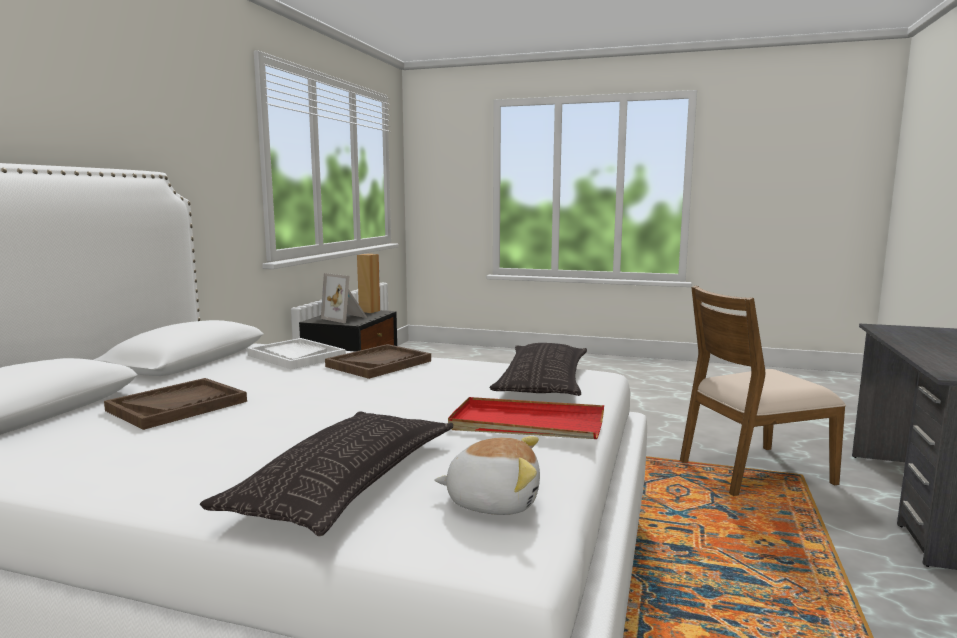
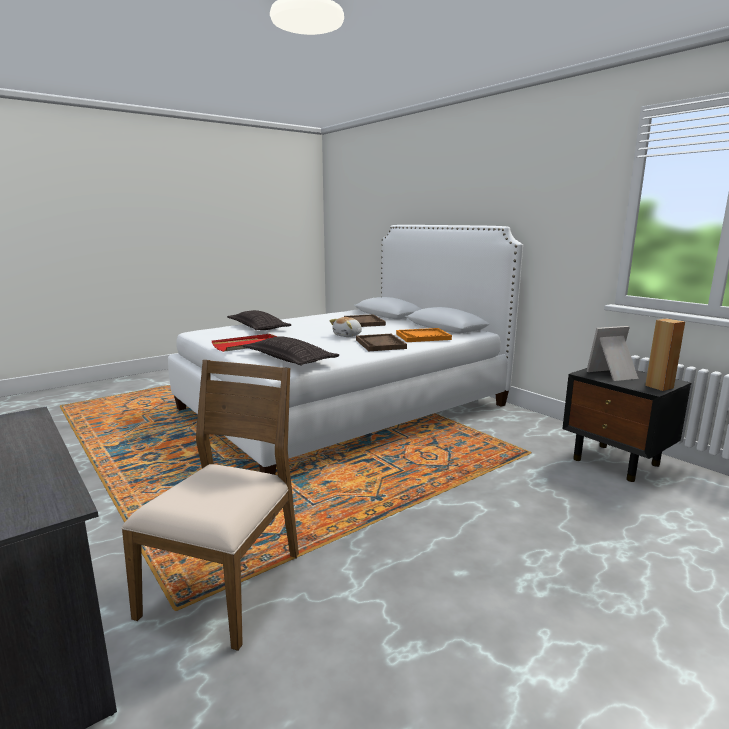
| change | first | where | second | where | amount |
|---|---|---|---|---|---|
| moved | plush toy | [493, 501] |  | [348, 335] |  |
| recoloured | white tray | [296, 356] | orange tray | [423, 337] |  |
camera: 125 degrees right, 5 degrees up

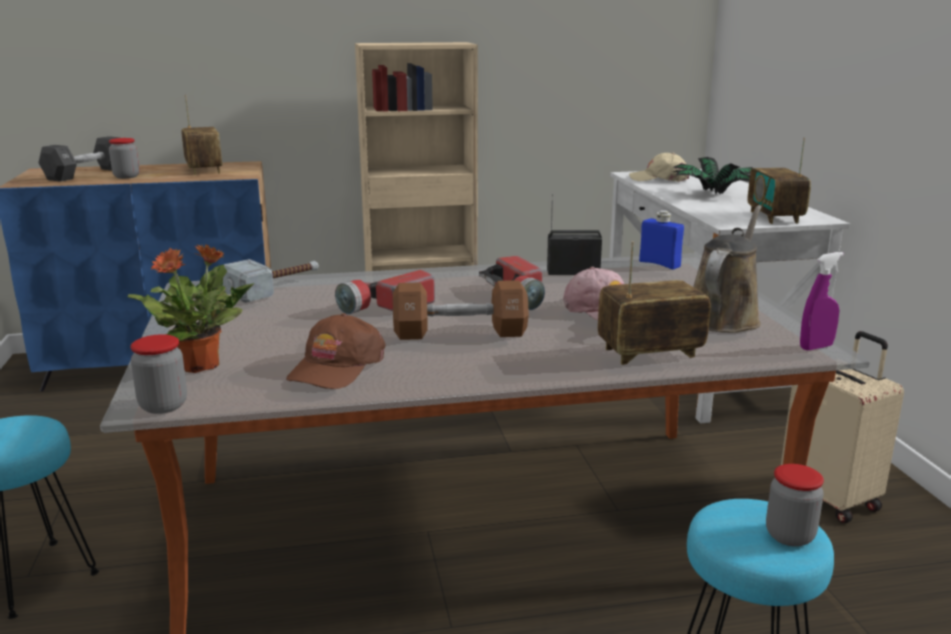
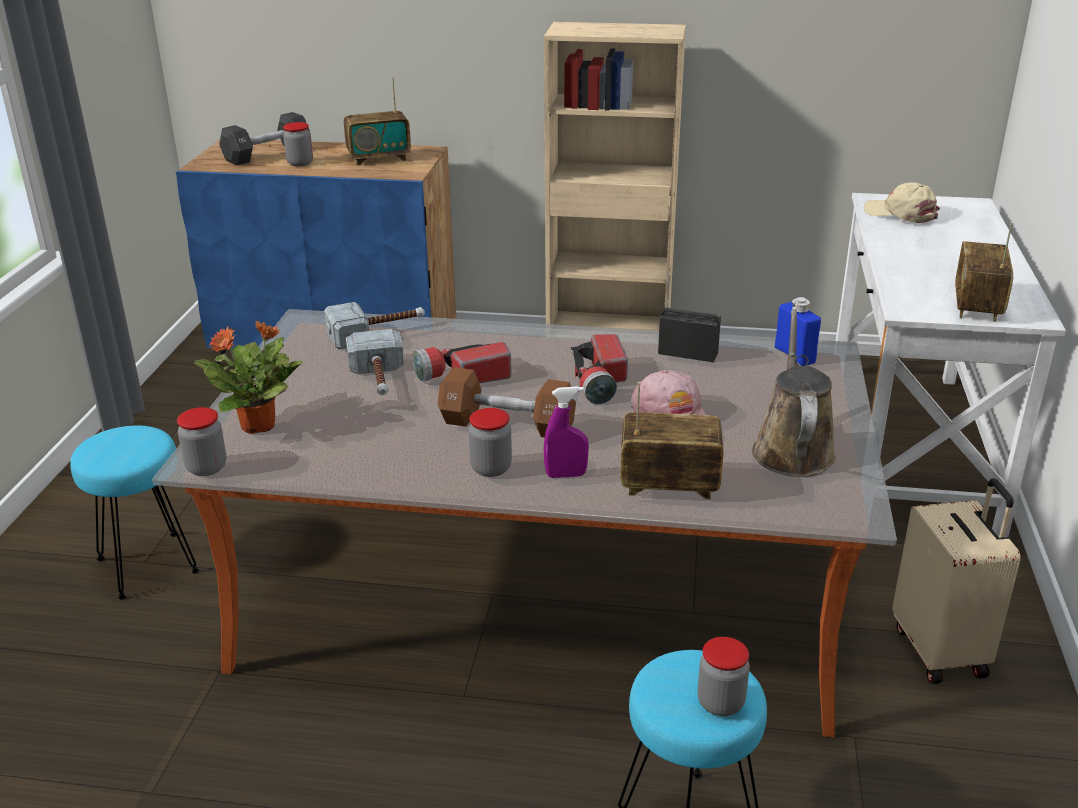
| change | first | where | second | where | amount |
|---|---|---|---|---|---|
| turned | radio | [203, 170] |  | [379, 158] | 75 degrees clockwise |
| added |  |  | hammer | [379, 380] |  |
| added |  |  | jar | [491, 468] |  |
| moved | purple spray bottle | [816, 347] |  | [566, 475] |  |
| turned | brown watering can | [723, 317] |  | [792, 449] | 45 degrees counterclockwise |
| removed | brown cap | [336, 367] |  |  |  |
| removed | potted plant | [712, 194] |  |  |  |
camera: 20 degrees right, 10 degrees up

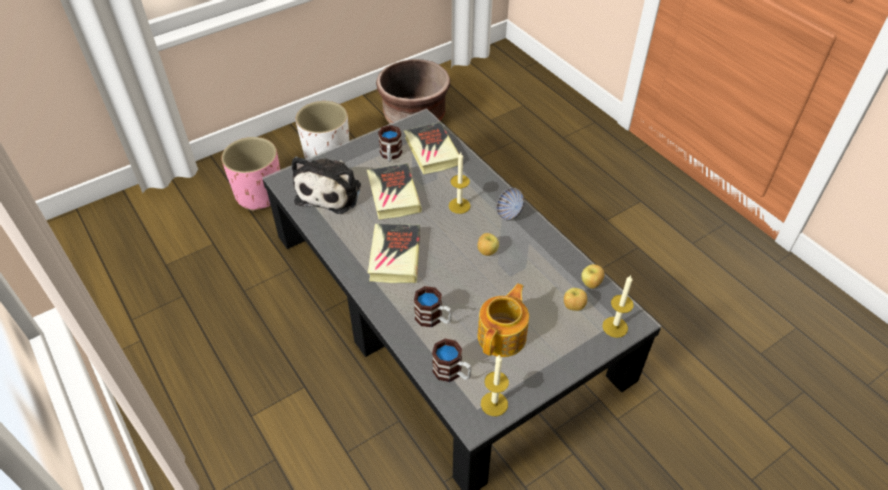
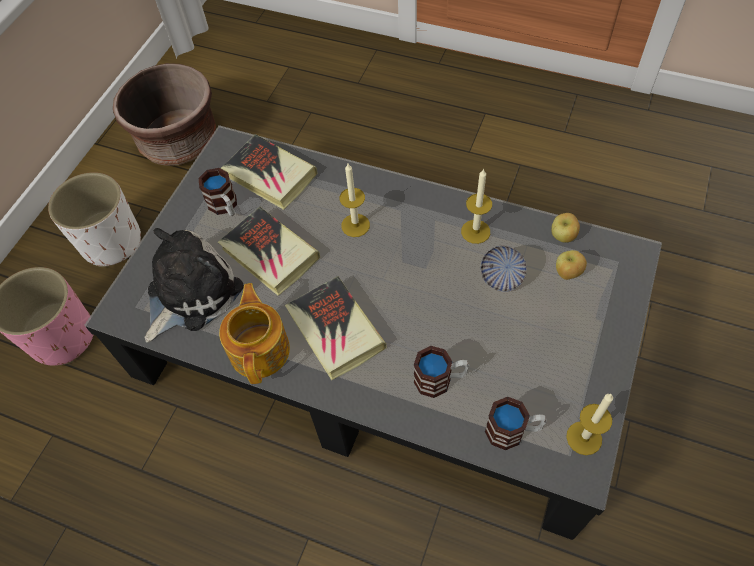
| change | first | where | second | where | amount |
|---|---|---|---|---|---|
| turned | plush toy | [331, 191] |  | [190, 293] | 120 degrees counterclockwise |
| moved | teapot | [503, 336] |  | [260, 349] |  |
| moved | candle | [615, 327] |  | [475, 231] |  |
| moved | bowl | [509, 213] |  | [501, 278] |  |
| removed | apple | [487, 252] |  |  |  |
camera: 30 degrees left, 10 degrees up

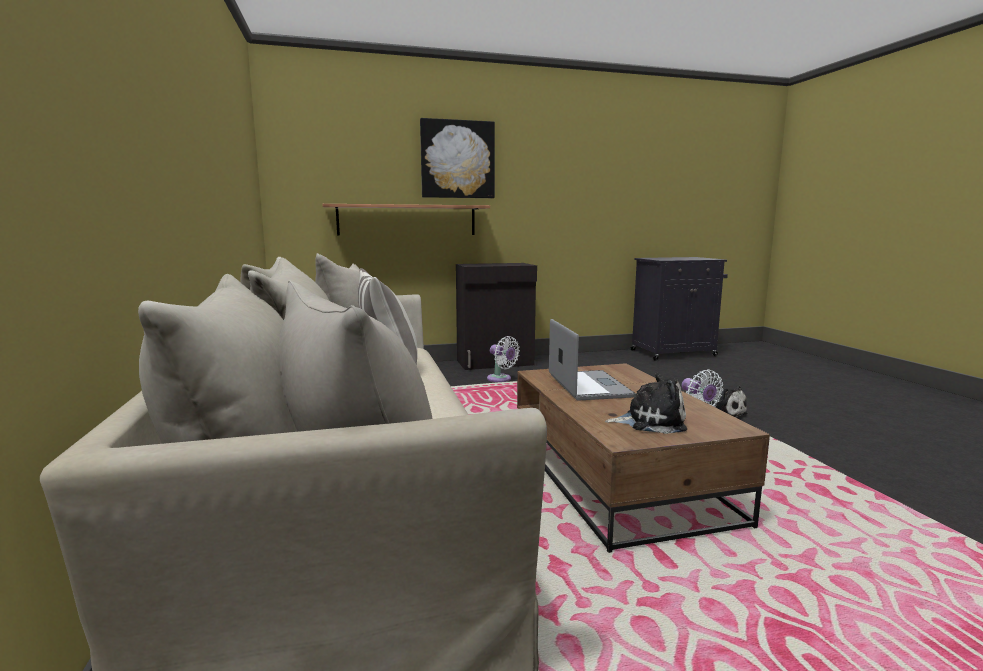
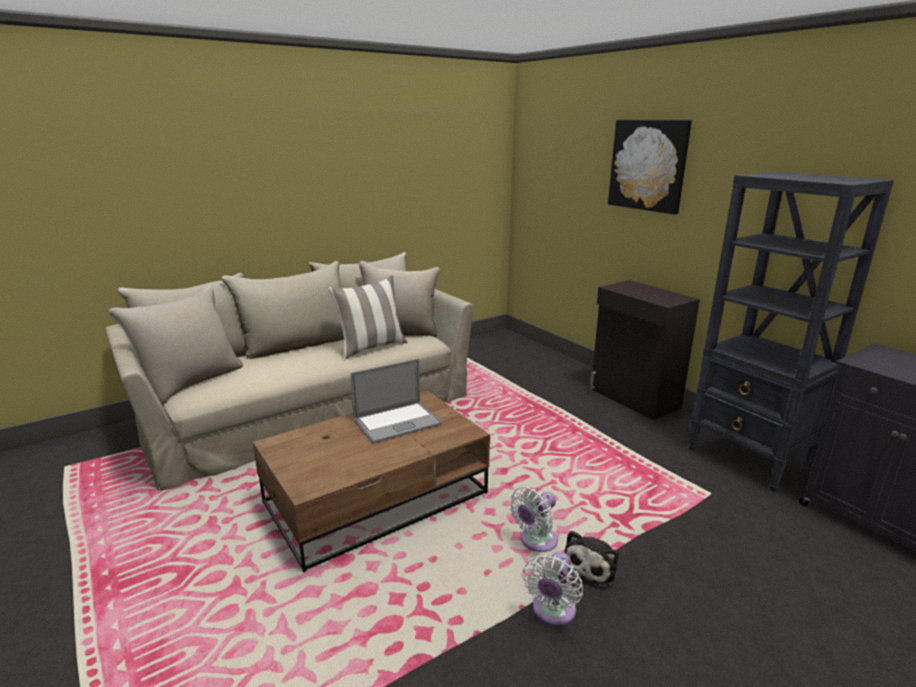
| change | first | where | second | where | amount |
|---|---|---|---|---|---|
| moved | white fan | [501, 379] |  | [552, 612] |  |
| added |  |  | black bookcase | [749, 459] |  |
| removed | shelf | [407, 220] |  |  |  |
| removed | plush toy | [650, 421] |  |  |  |
camera: 70 degrees right, 10 degrees up

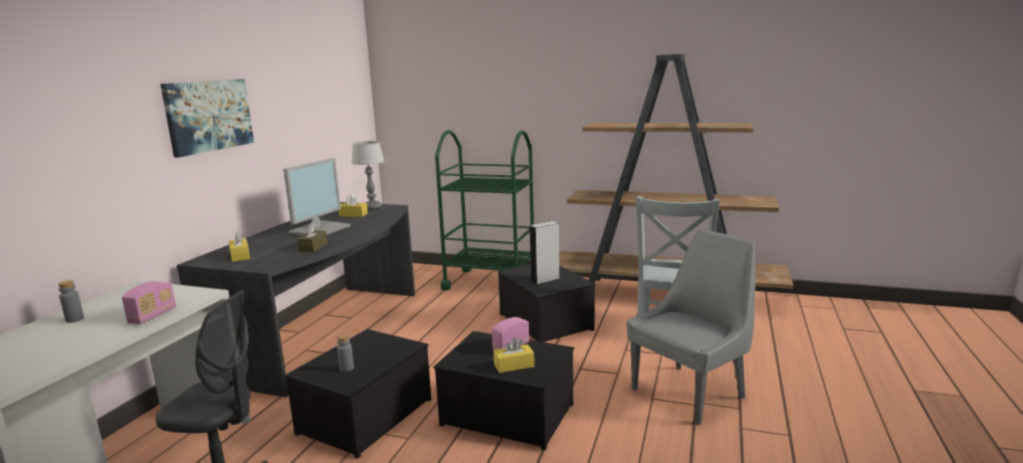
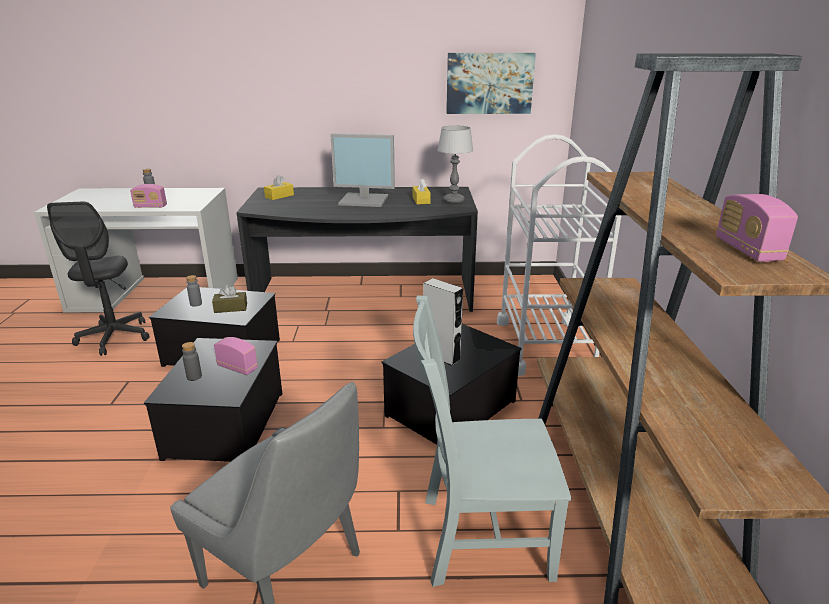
| change | first | where | second | where | amount |
|---|---|---|---|---|---|
| replaced | yellow tissue box | [514, 365] | grey bottle | [194, 377] |  |
| moved | brown tissue box | [313, 247] |  | [231, 308] |  |
| moved | picture | [209, 115] |  | [489, 83] |  |
| recoloured | green cart | [490, 282] | white cart | [545, 346] |  |
| added |  |  | radio | [747, 250] |  |
camera: 70 degrees right, 10 degrees up

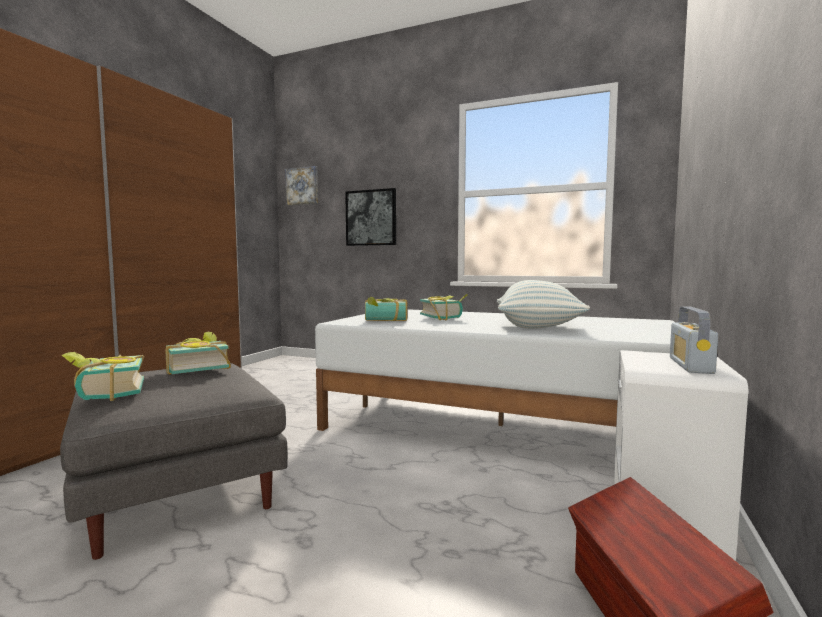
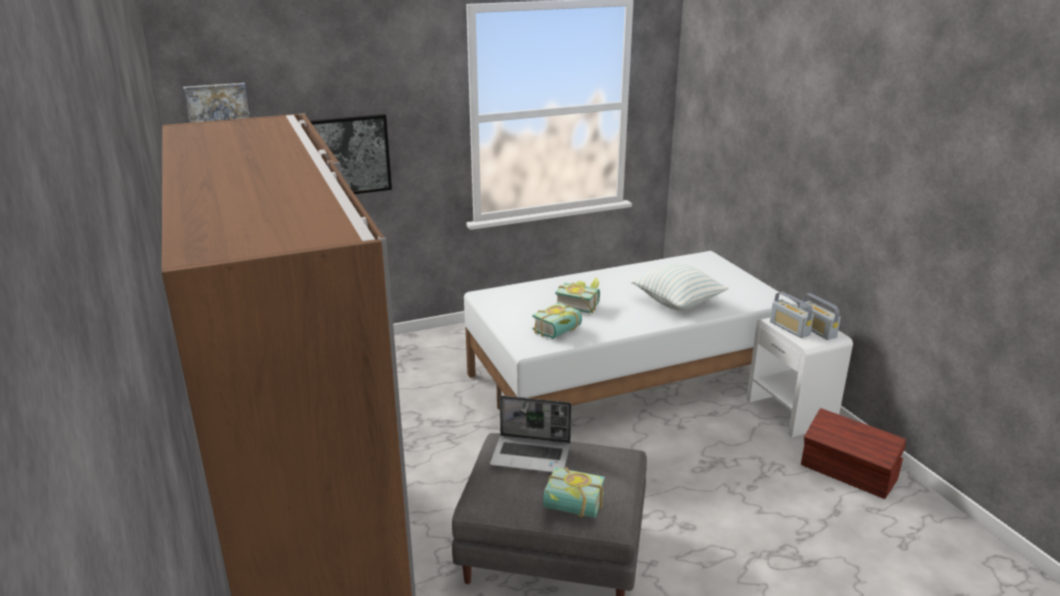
| change | first | where | second | where | amount |
|---|---|---|---|---|---|
| replaced | book | [197, 369] | laptop | [532, 455] |  |
| added |  |  | radio | [789, 328] |  |
camera: 45 degrees left, 20 degrees up

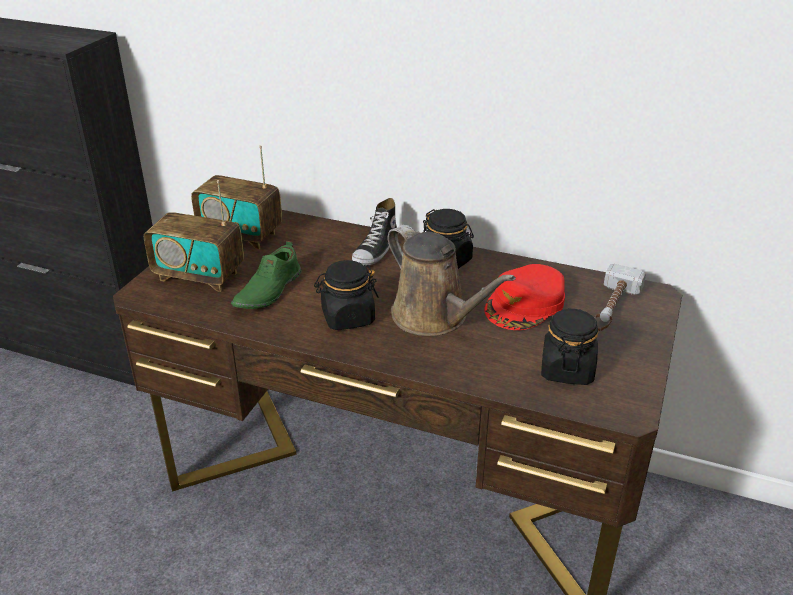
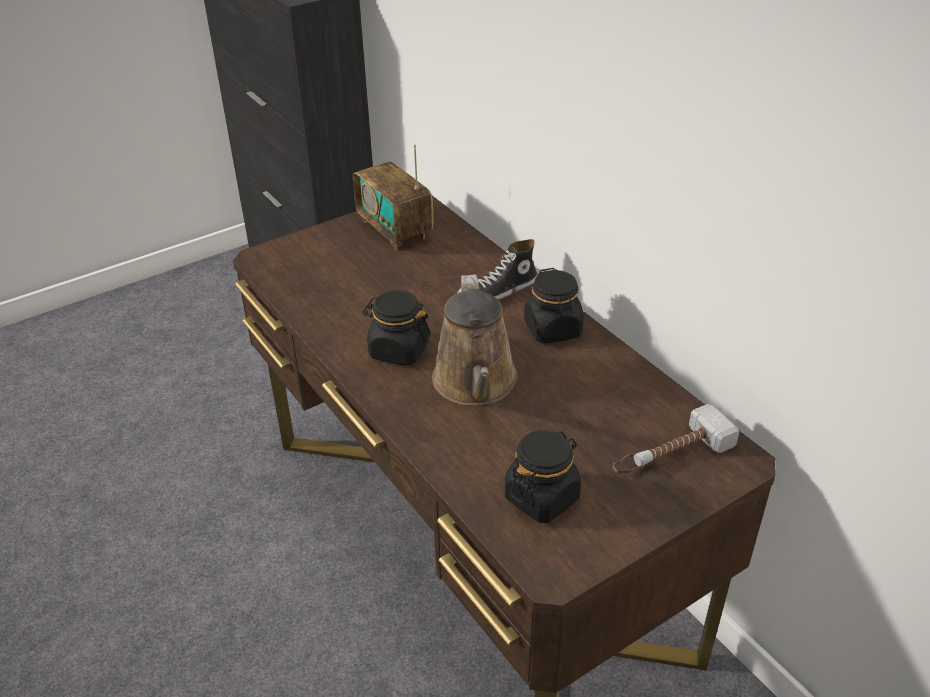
| change | first | where | second | where | amount |
|---|---|---|---|---|---|
| removed | radio | [199, 276] |  |  |  |
| removed | green shoe | [268, 291] |  |  |  |
| removed | red cap | [525, 305] |  |  |  |
camera: 35 degrees right, 5 degrees up

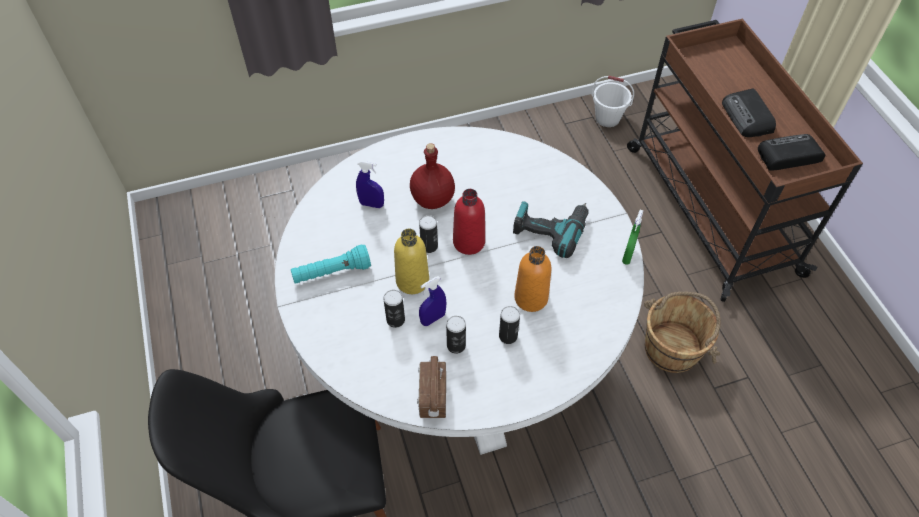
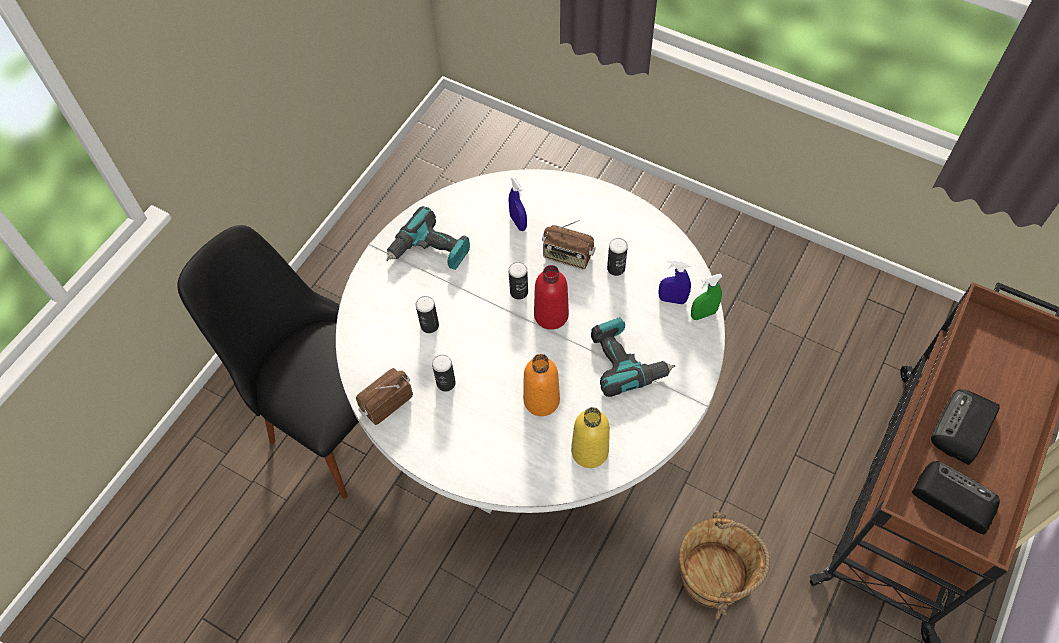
| change | first | where | second | where | amount |
|---|---|---|---|---|---|
| replaced | turquoise flashlight | [332, 272] | power drill | [430, 251] |  |
| replaced | red bottle | [432, 198] | radio | [567, 257] |  |
| moved | yellow bottle | [412, 281] |  | [589, 451] |  |
| moved | can | [508, 336] |  | [616, 268] |  |
| moved | blue spray bottle | [433, 318] |  | [672, 300] |  |
| moved | green spray bottle | [628, 255] |  | [703, 314] |  |
| removed | white bucket | [608, 118] |  |  |  |
camera: 50 degrees right, 5 degrees up

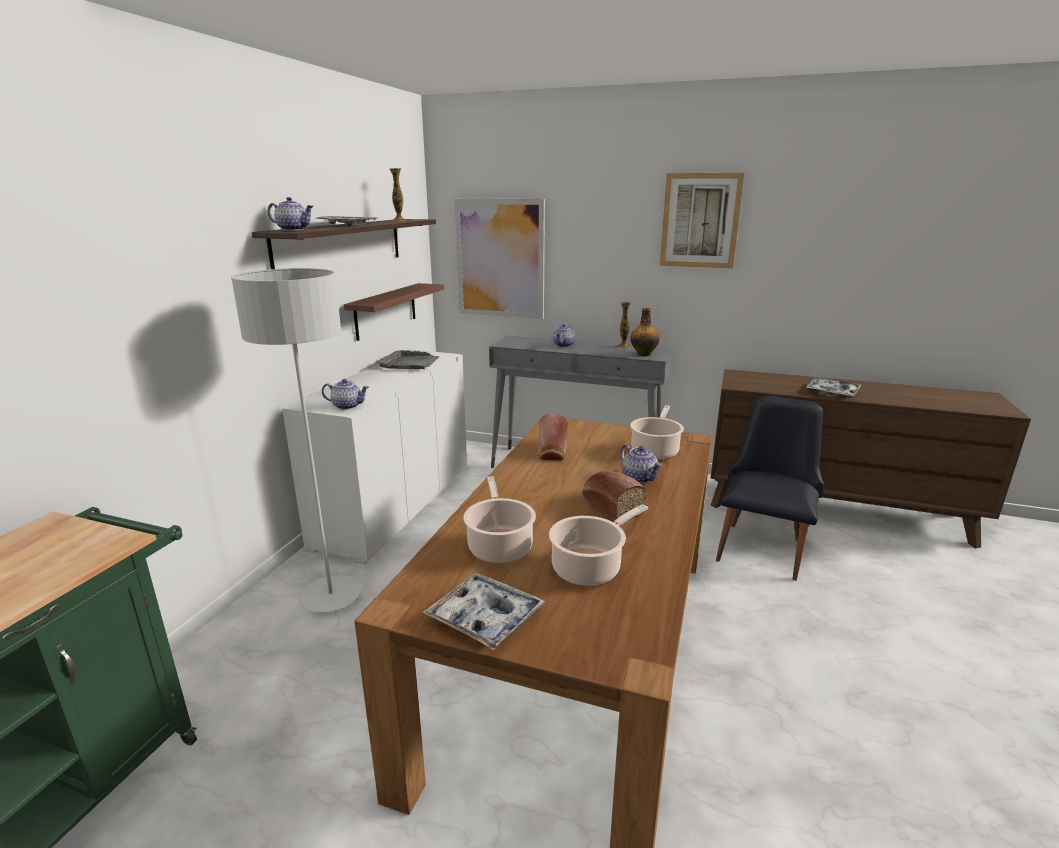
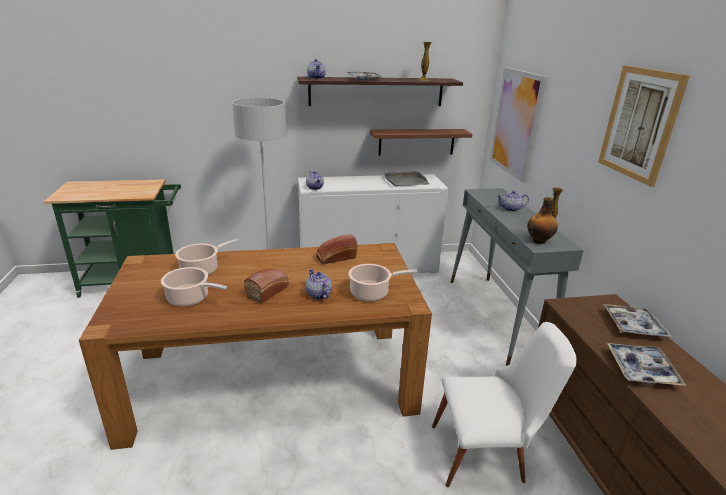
| change | first | where | second | where | amount |
|---|---|---|---|---|---|
| turned | teapot | [639, 478] |  | [318, 294] | 120 degrees clockwise |
| recoloured | black chair | [763, 545] | white chair | [487, 455] |  |
| moved | tray | [485, 618] |  | [633, 326] |  |
camera: 60 degrees right, 5 degrees up

